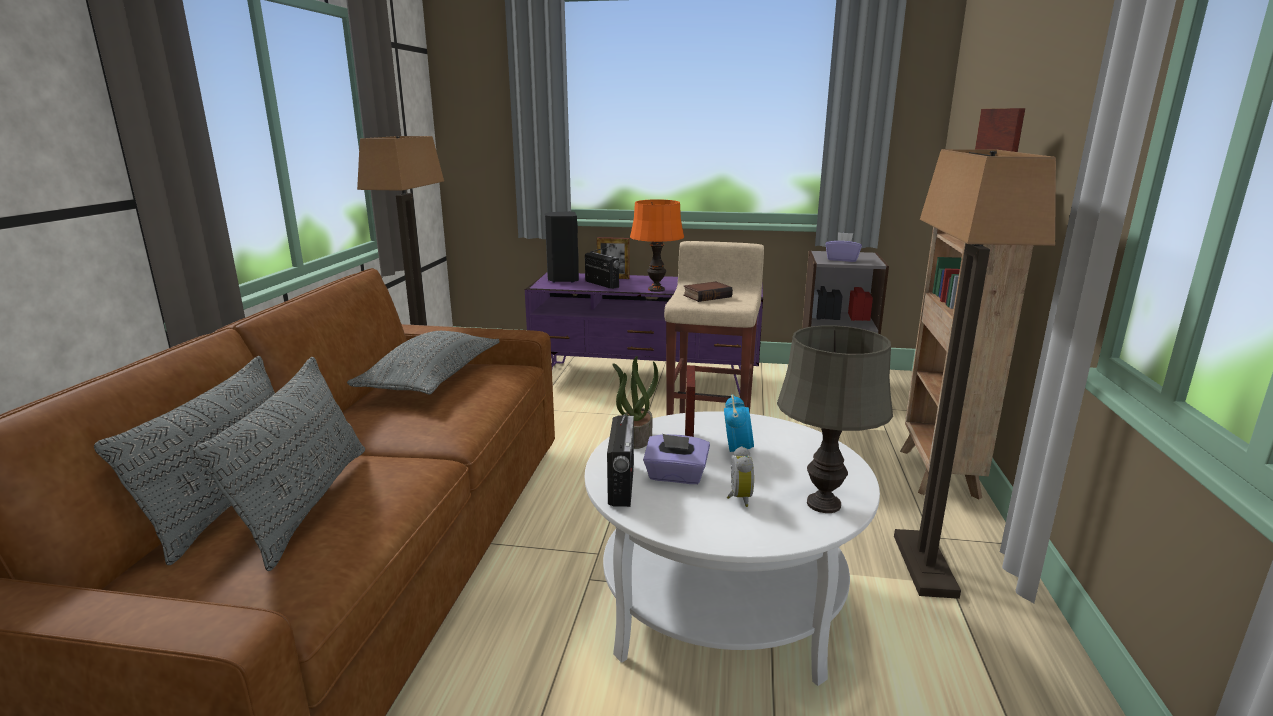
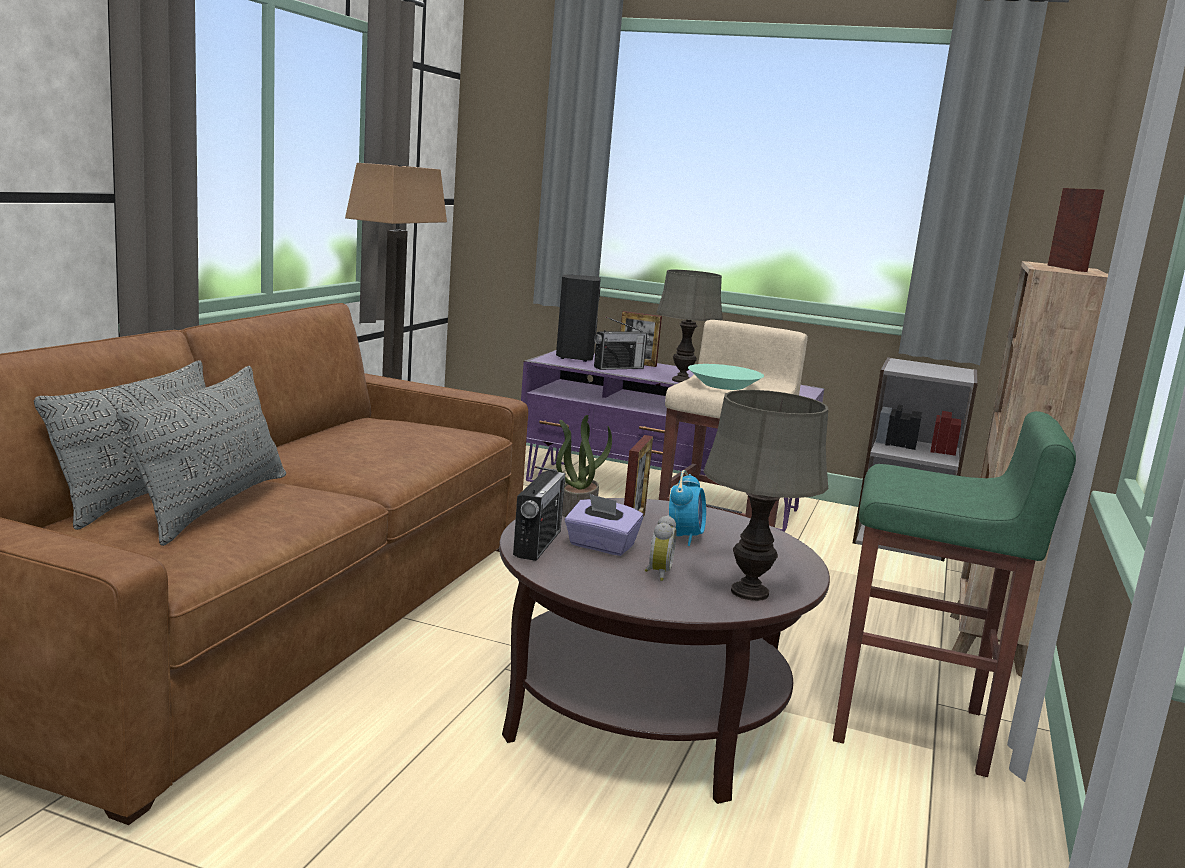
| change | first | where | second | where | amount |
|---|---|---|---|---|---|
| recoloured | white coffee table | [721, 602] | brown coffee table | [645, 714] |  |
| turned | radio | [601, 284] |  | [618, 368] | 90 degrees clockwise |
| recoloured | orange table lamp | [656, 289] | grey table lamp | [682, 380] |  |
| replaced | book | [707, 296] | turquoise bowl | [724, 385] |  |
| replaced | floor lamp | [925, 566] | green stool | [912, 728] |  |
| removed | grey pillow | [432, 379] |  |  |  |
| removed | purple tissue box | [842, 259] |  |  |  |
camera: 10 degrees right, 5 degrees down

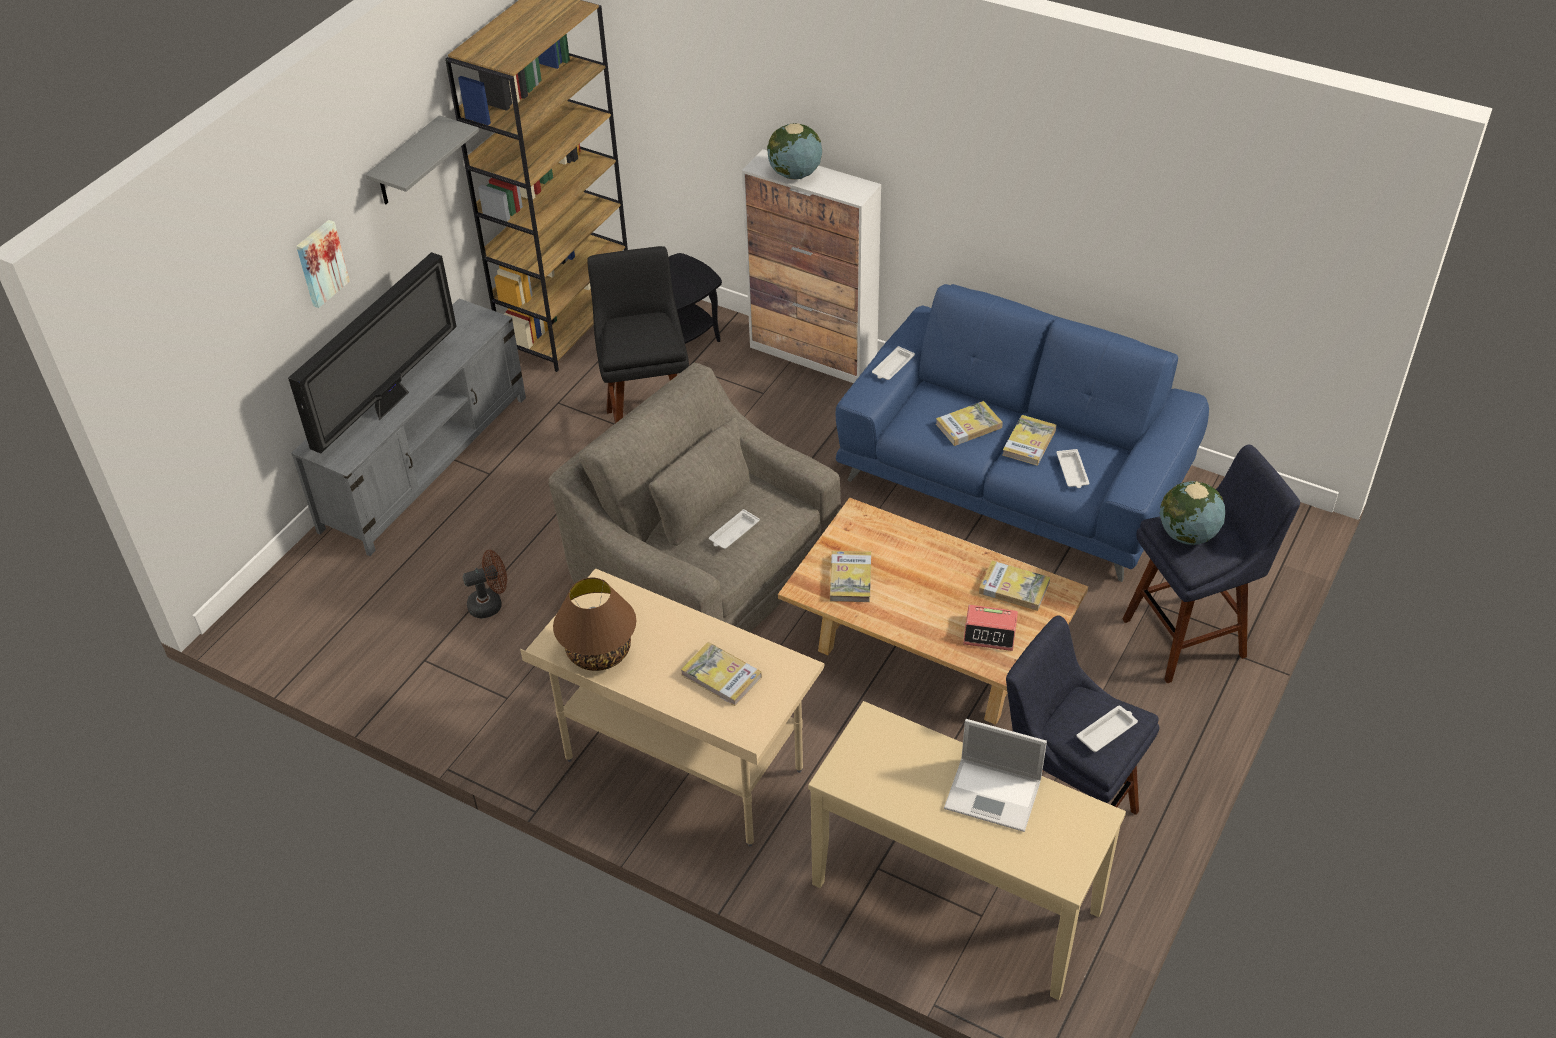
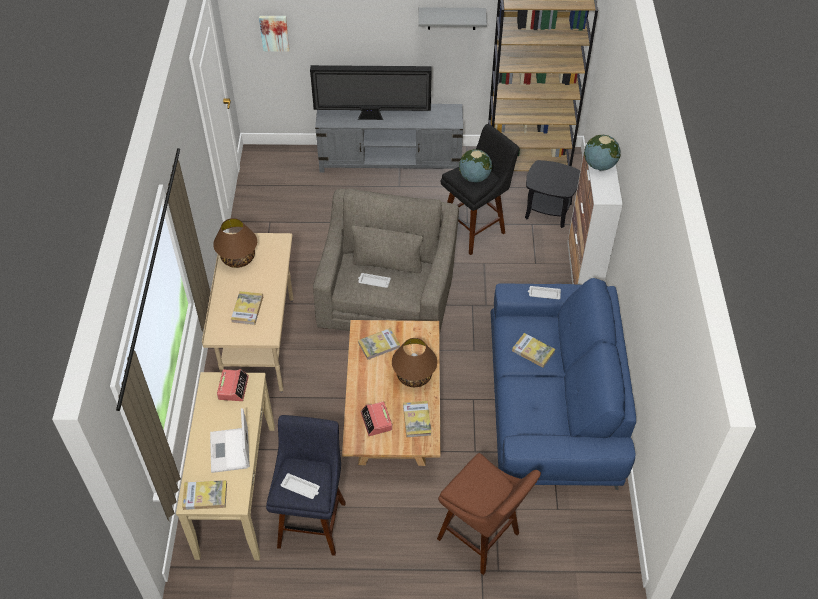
| change | first | where | second | where | amount |
|---|---|---|---|---|---|
| moved | book | [1029, 442] |  | [205, 496] |  |
| added |  |  | alarm clock | [233, 387] |  |
| moved | picture | [320, 263] |  | [274, 32] |  |
| added |  |  | brown table lamp | [414, 376] |  |
| recoloured | blue stool | [1191, 635] | brown stool | [482, 539] |  |
| moved | globe | [1187, 535] |  | [474, 177] |  |
| removed | brown fan | [490, 604] |  |  |  |
| removed | white tray | [1072, 472] |  |  |  |
camera: 60 degrees right, 5 degrees up

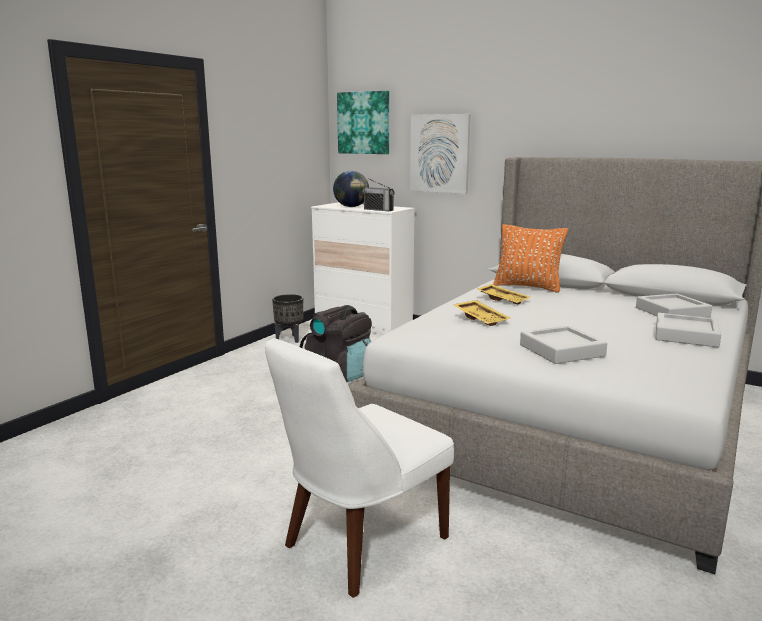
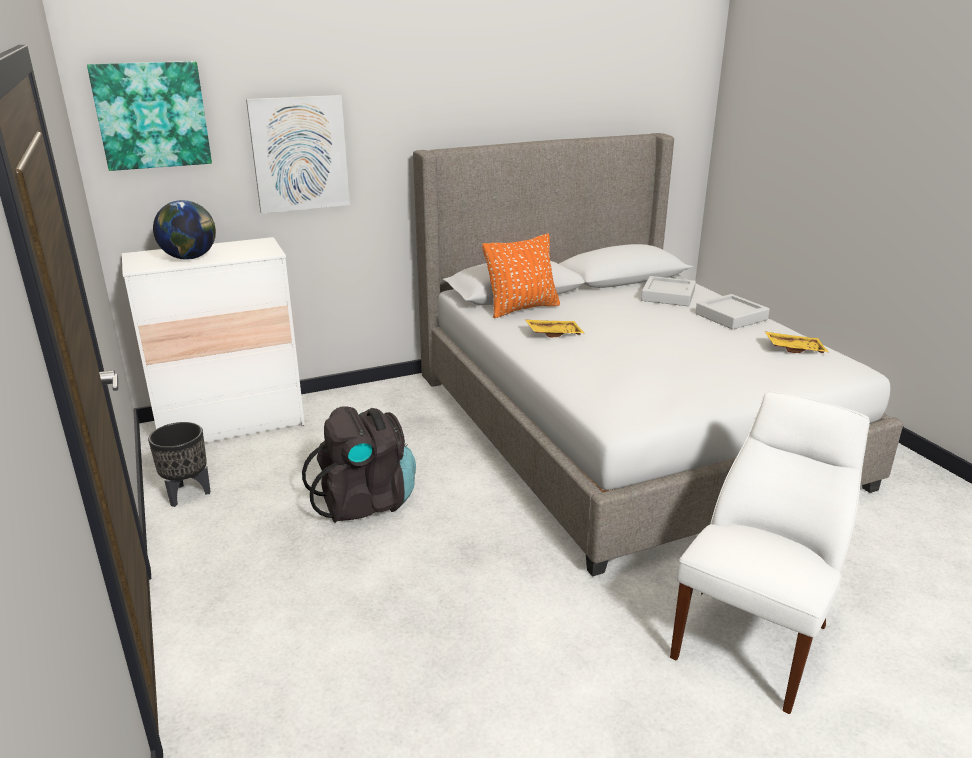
| change | first | where | second | where | amount |
|---|---|---|---|---|---|
| turned | white chair | [360, 544] |  | [755, 637] | 135 degrees counterclockwise |
| moved | yellow tray | [481, 319] |  | [794, 349] |  |
| removed | radio | [378, 210] |  |  |  |
| removed | grey tray | [561, 350] |  |  |  |
camera: 55 degrees left, 10 degrees up

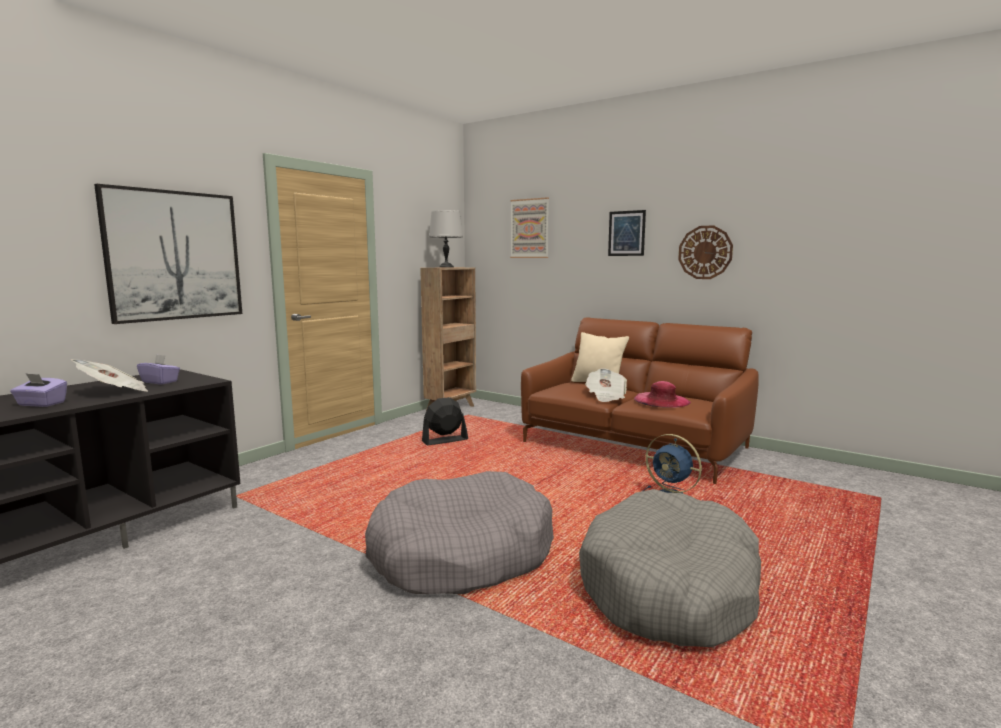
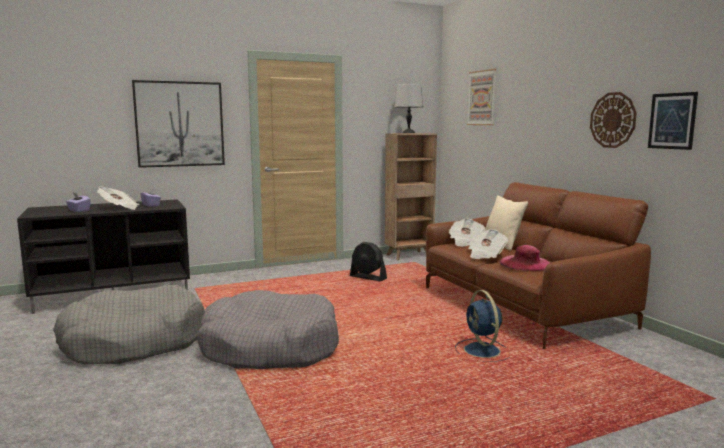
| change | first | where | second | where | amount |
|---|---|---|---|---|---|
| moved | grey dog bed | [669, 588] |  | [134, 342] |  |
| turned | black fan | [444, 441] |  | [368, 277] | 150 degrees counterclockwise |
| added |  |  | newspaper | [466, 243] |  |
| moved | picture | [626, 233] |  | [672, 121] |  |
camera: 30 degrees right, 0 degrees up

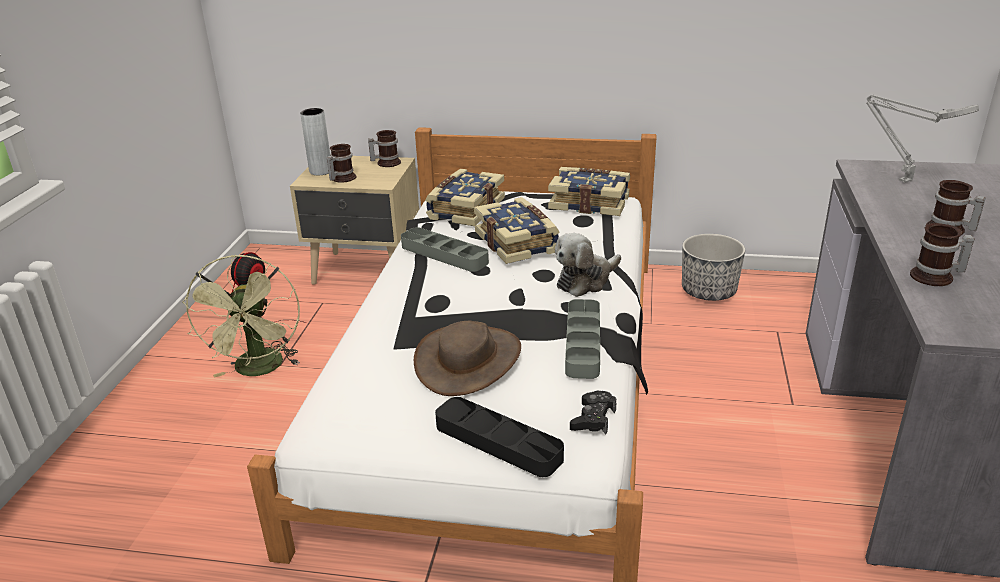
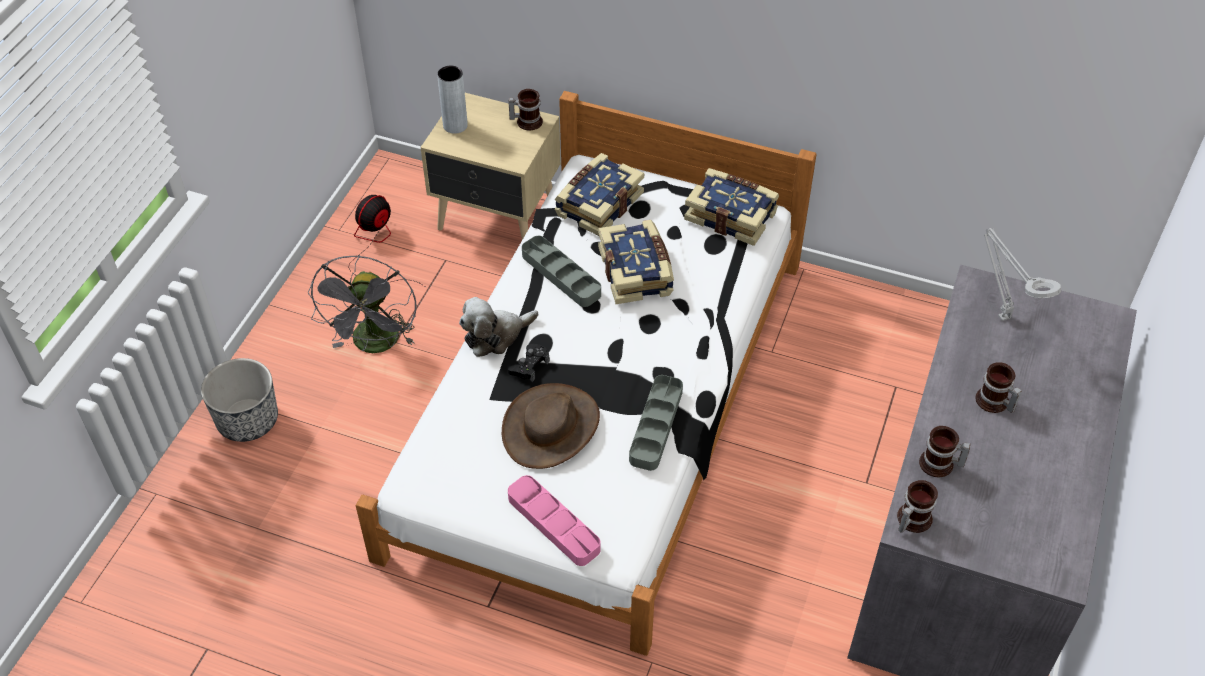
| change | first | where | second | where | amount |
|---|---|---|---|---|---|
| moved | planter | [708, 291] |  | [248, 420] |  |
| recoloured | green fan | [259, 370] | grey fan | [375, 345] |  |
| moved | plush toy | [585, 281] |  | [495, 335] |  |
| moved | black game controller | [593, 418] |  | [529, 366] |  |
| recoloured | black tray | [498, 442] | pink tray | [553, 524] |  |
| moved | mug | [341, 178] |  | [911, 519] |  |
camera: 10 degrees right, 20 degrees up

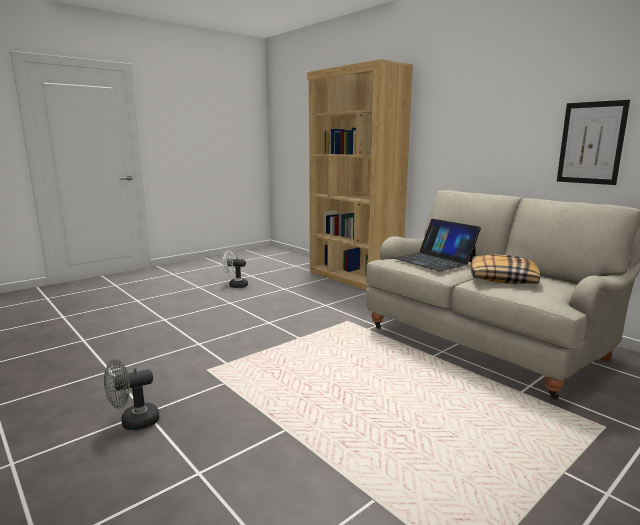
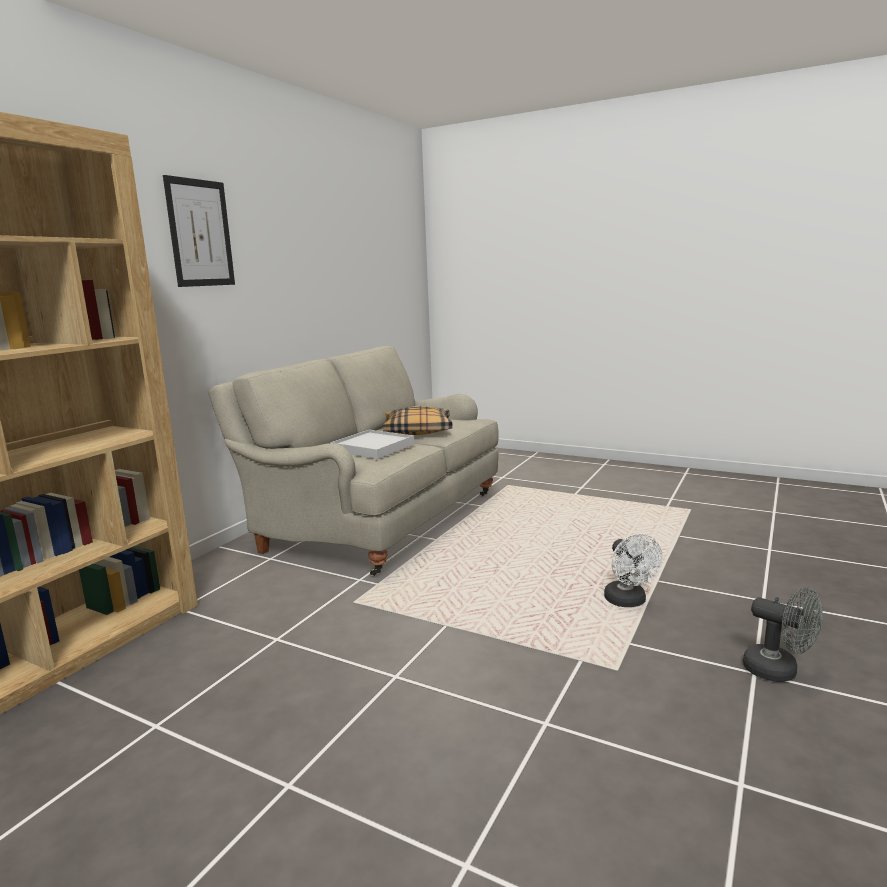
| change | first | where | second | where | amount |
|---|---|---|---|---|---|
| moved | picture | [591, 143] |  | [200, 233] |  |
| replaced | laptop | [434, 260] | white tray | [373, 447] |  |
| moved | white fan | [235, 285] |  | [628, 602] |  |
camera: 110 degrees left, 0 degrees up

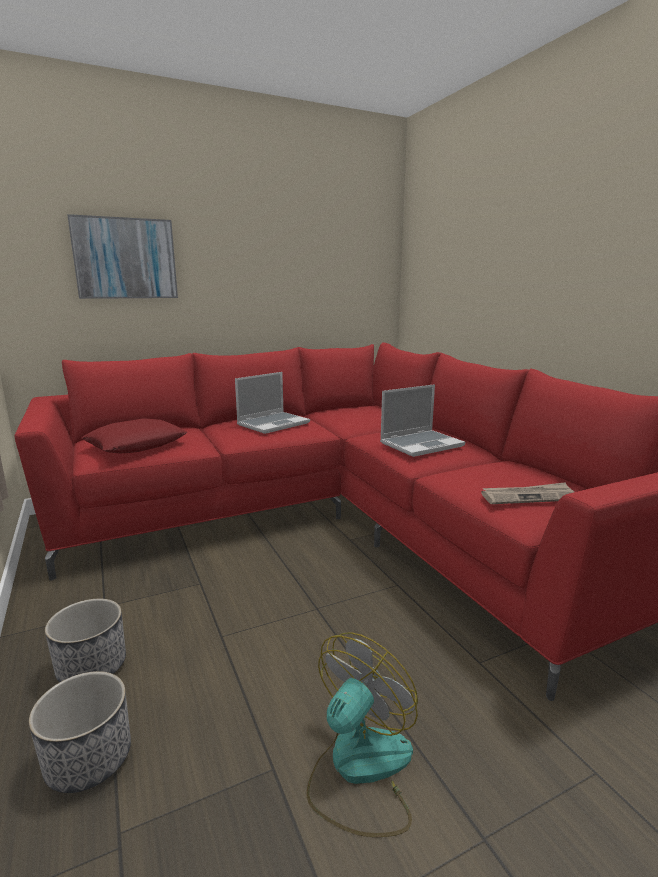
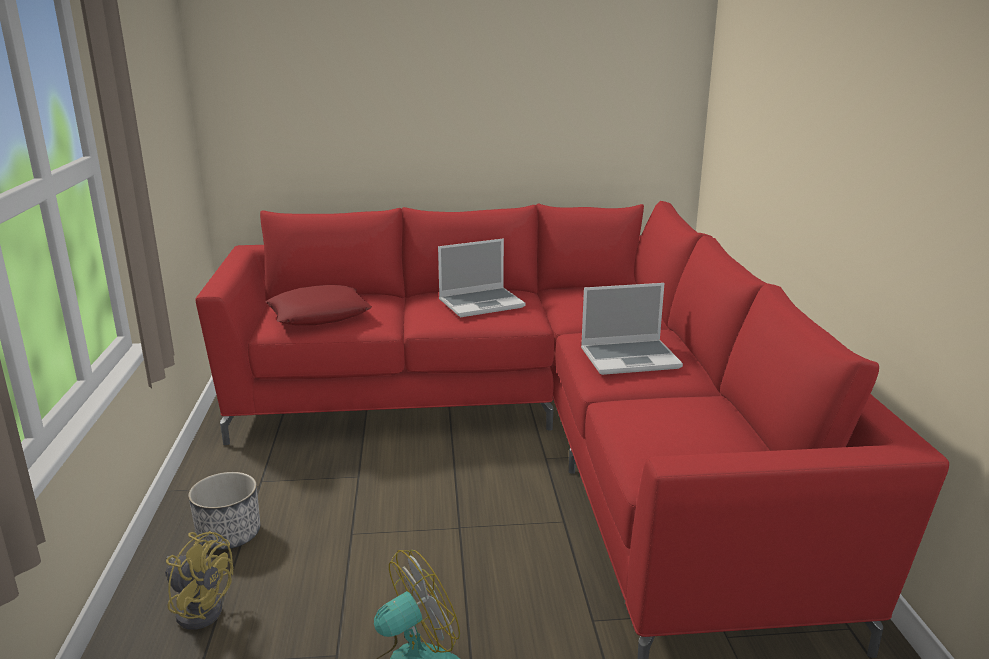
| change | first | where | second | where | amount |
|---|---|---|---|---|---|
| replaced | planter | [89, 759] | yellow fan | [200, 607] |  |
| removed | picture | [125, 259] |  |  |  |
| removed | newspaper | [528, 496] |  |  |  |
camera: 20 degrees right, 5 degrees up

